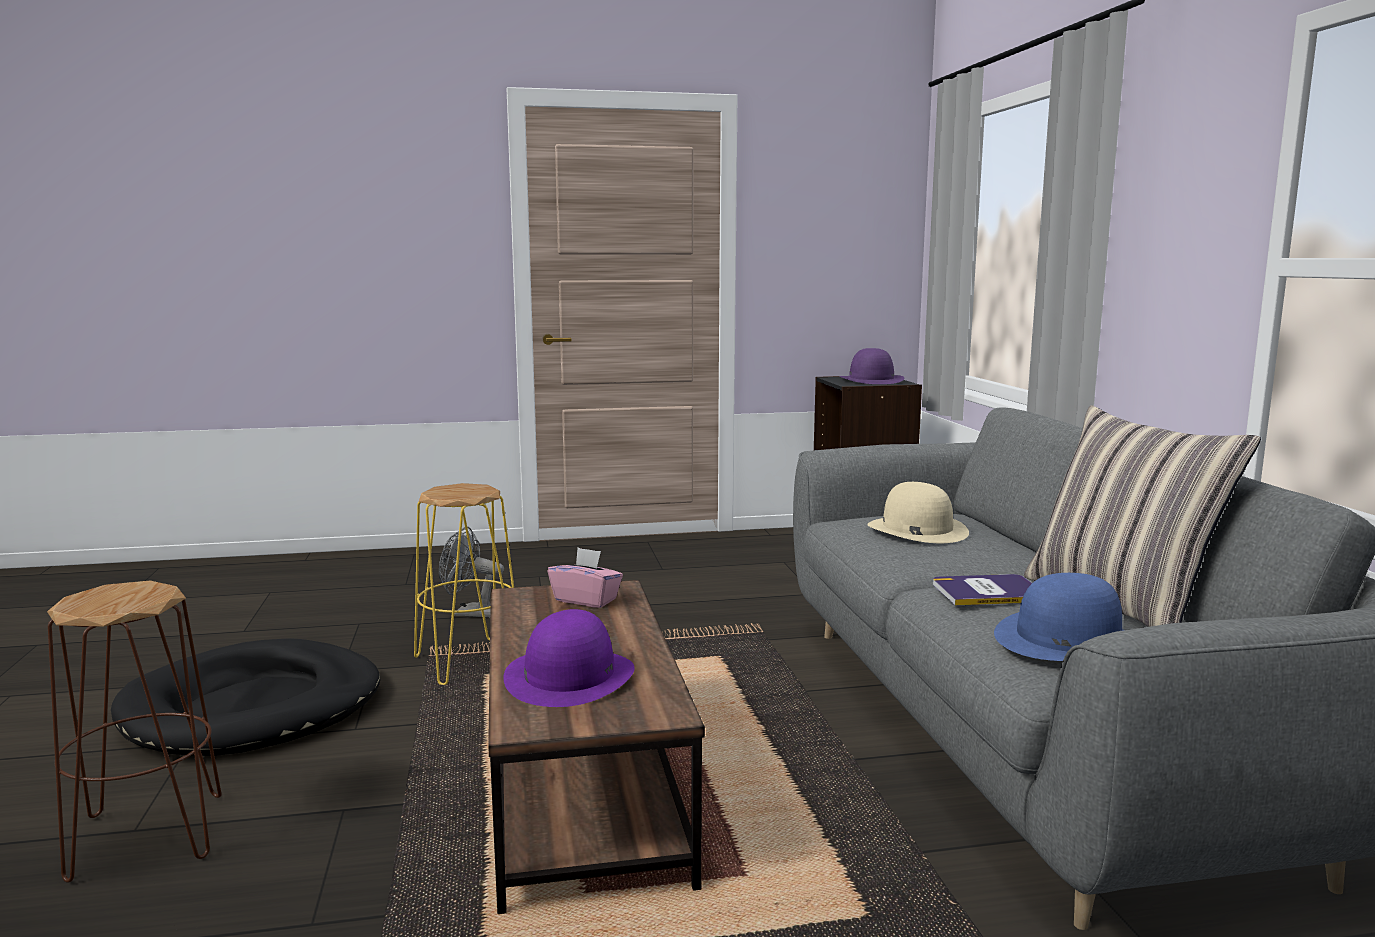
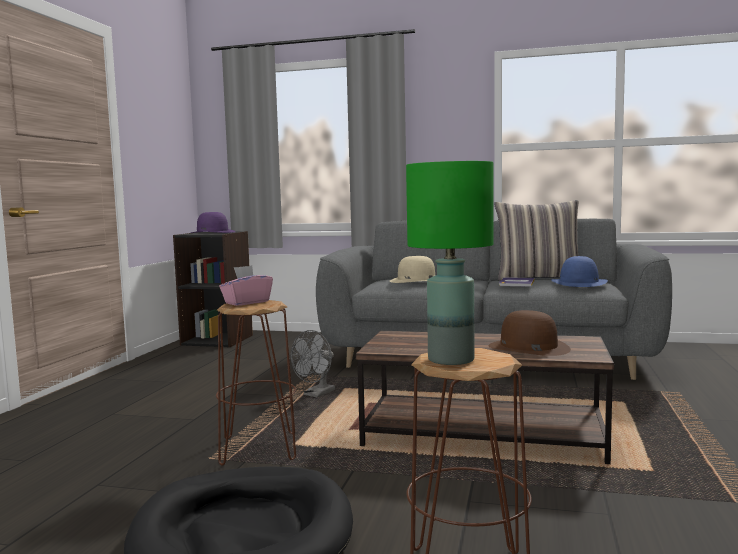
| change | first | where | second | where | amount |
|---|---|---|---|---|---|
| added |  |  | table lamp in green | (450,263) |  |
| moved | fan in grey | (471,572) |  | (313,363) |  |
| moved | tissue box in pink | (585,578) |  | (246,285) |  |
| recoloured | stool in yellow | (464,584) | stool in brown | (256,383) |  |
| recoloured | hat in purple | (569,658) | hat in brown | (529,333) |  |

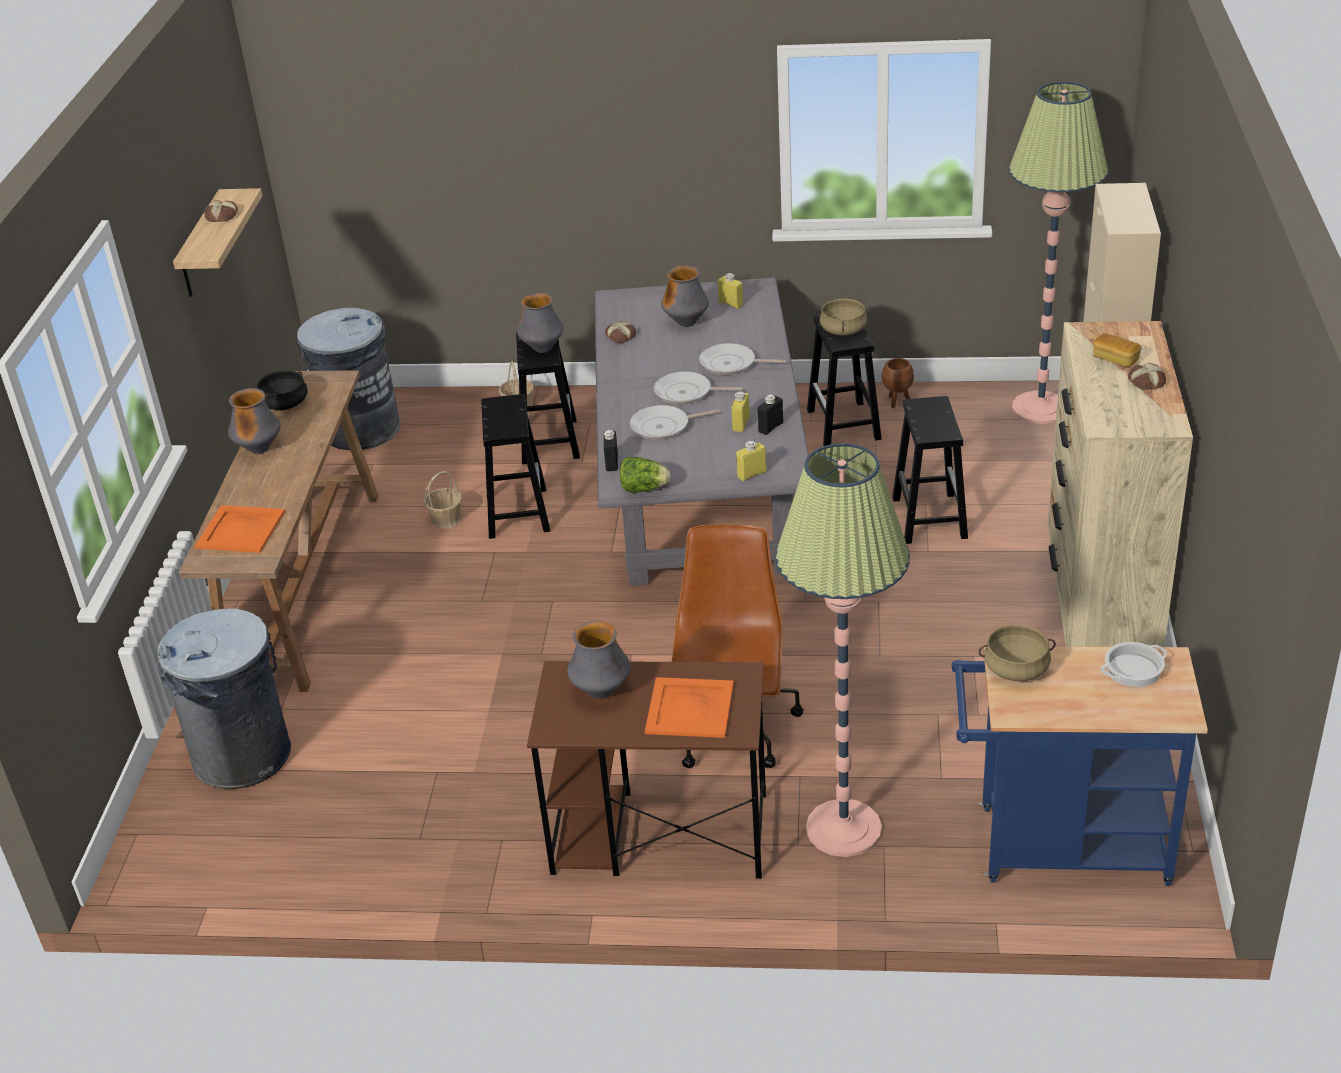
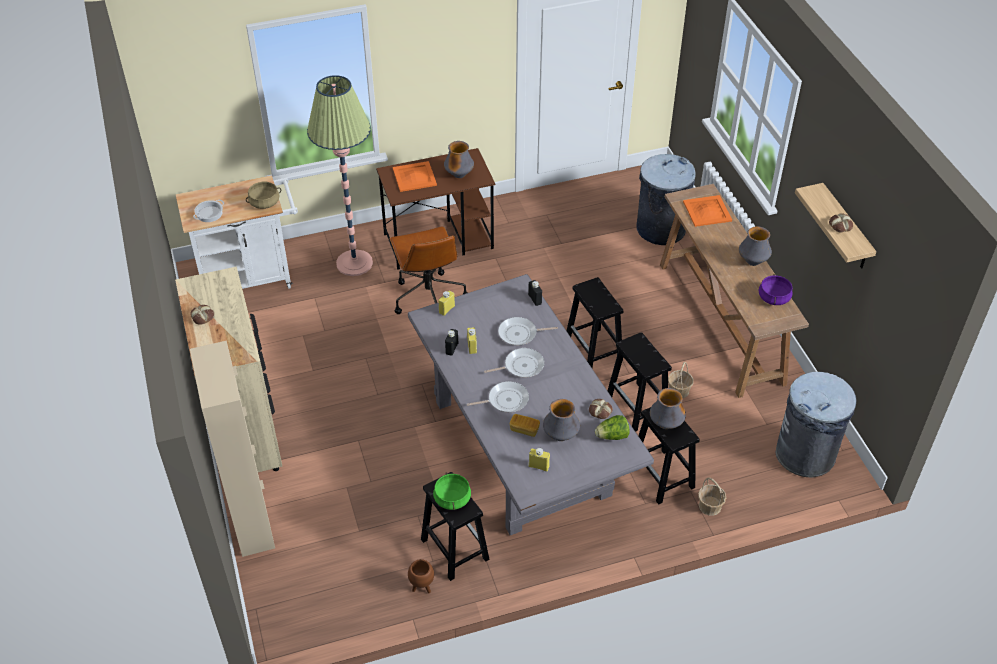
| change | first | where | second | where | amount |
|---|---|---|---|---|---|
| removed | floor lamp | (1058,253) |  |  |  |
| moved | lettuce | (645,475) |  | (612,427) |  |
| moved | stool in black | (930,470) |  | (595,322) |  |
| moved | bread | (1117,350) |  | (525,425) |  |
| recoloured | cooking pot in black | (282,390) | cooking pot in purple | (775,289) |  |
| recoloured | cooking pot in beige | (843,317) | cooking pot in green | (452,491) |  |
| recoloured | cart in blue | (1080,766) | cart in white | (237,232) |  |
| turned | frying pan | (674,422) |  | (528,331) | 150 degrees counterclockwise |

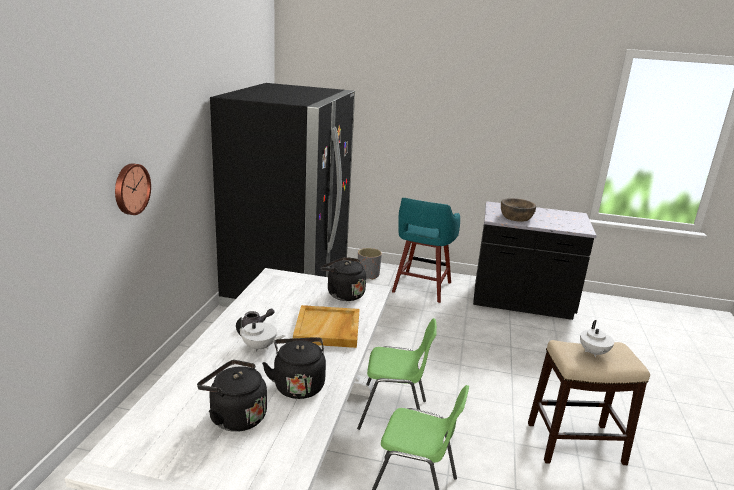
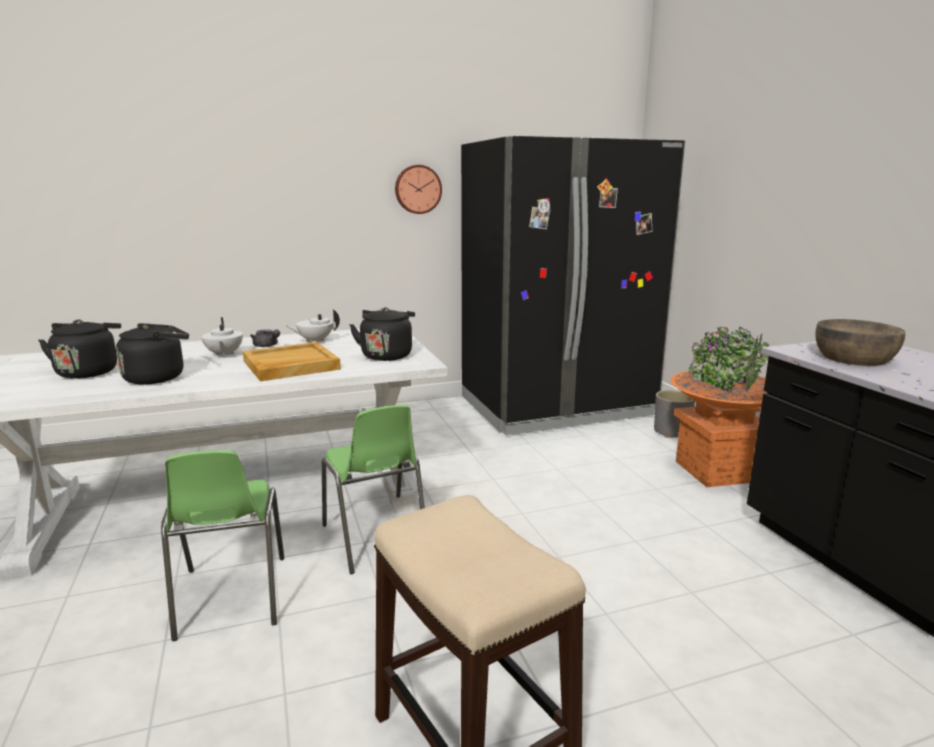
| change | first | where | second | where | amount |
|---|---|---|---|---|---|
| moved | wall clock | (133,189) |  | (418,189) |  |
| moved | teapot in white | (597,338) |  | (312,326) |  |
| replaced | stool in turquoise | (426,250) | planter in orange | (719,407) |  |

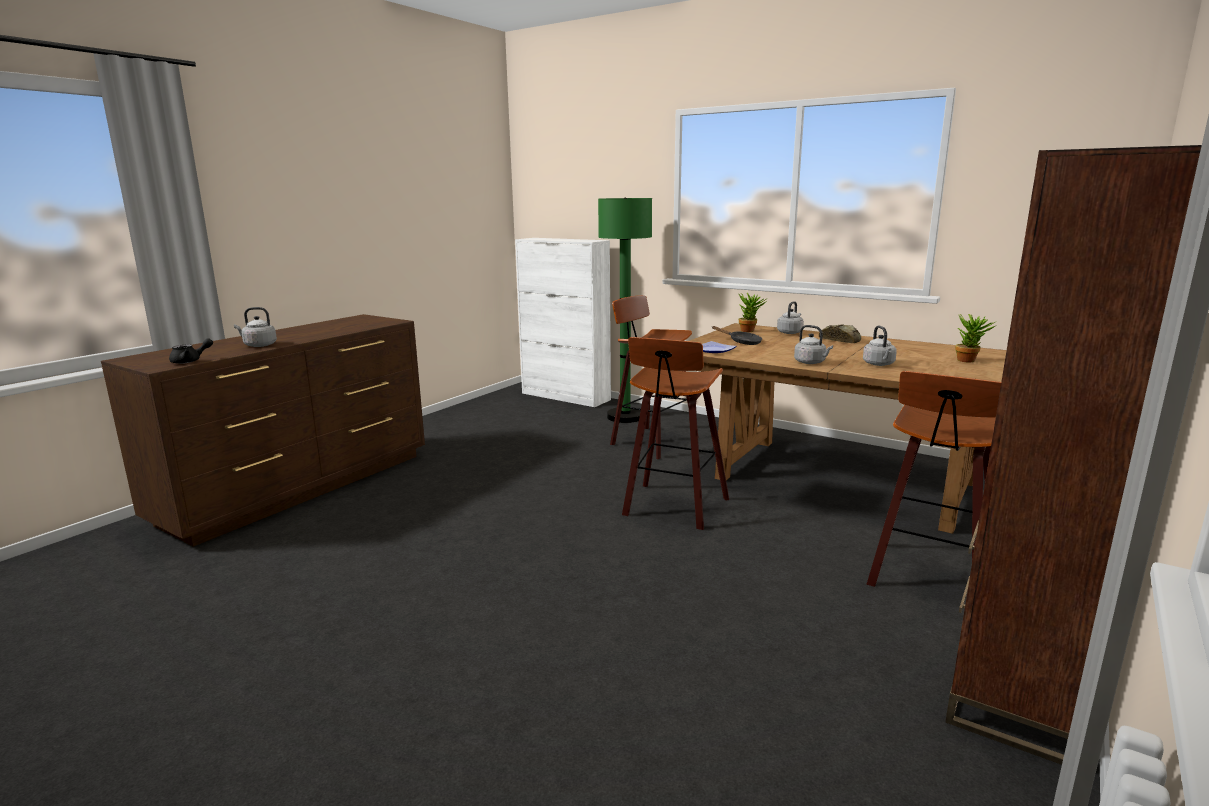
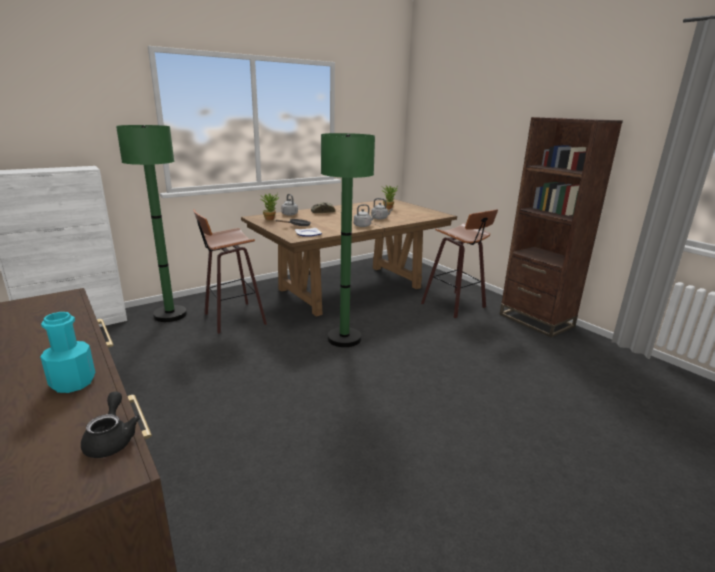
| change | first | where | second | where | amount |
|---|---|---|---|---|---|
| replaced | kettle in grey | (255,327) | bottle in turquoise | (68,352) |  |
| replaced | stool | (675,433) | floor lamp in green | (348,240) |  |

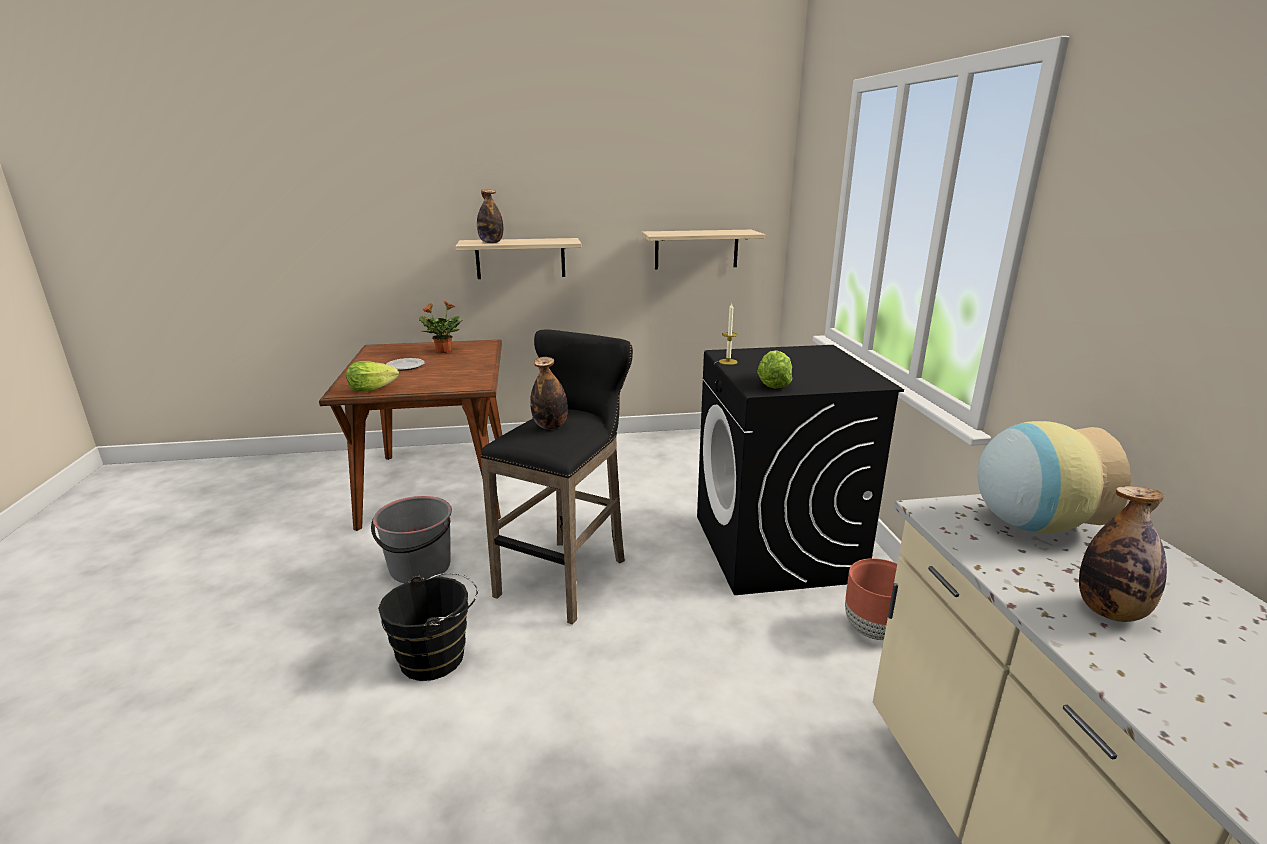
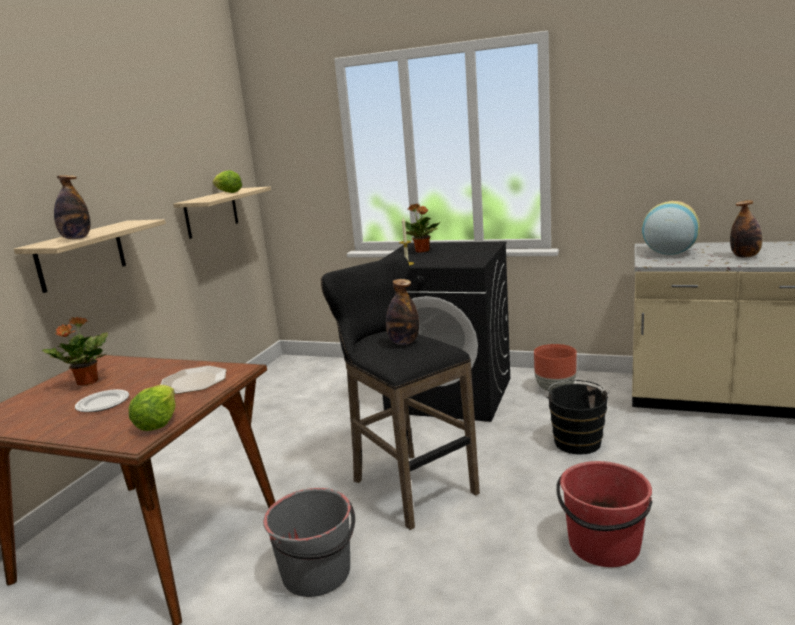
| change | first | where | second | where | amount |
|---|---|---|---|---|---|
| added |  |  | plate | (193,380) |  |
| added |  |  | potted plant | (422,228) |  |
| added |  |  | bucket in red | (604,514) |  |
| moved | bucket in black | (428,627) |  | (577,417) |  |
| moved | lettuce | (774,369) |  | (227,181) |  |

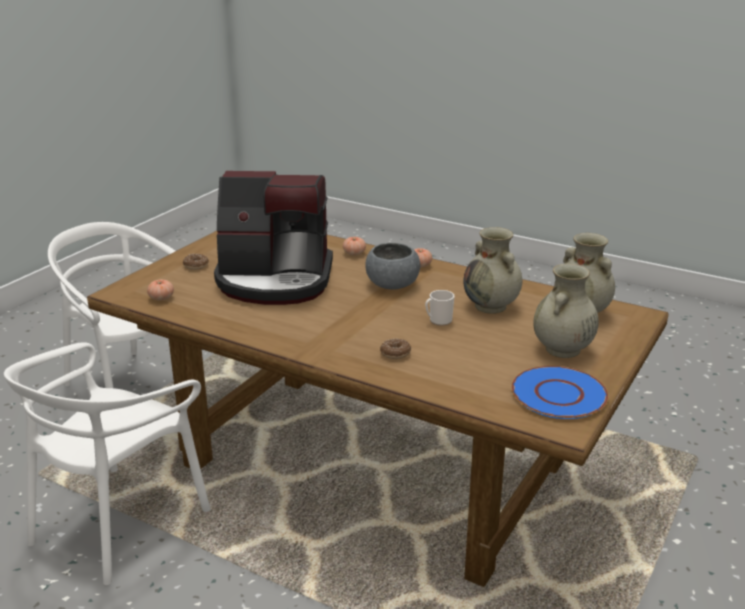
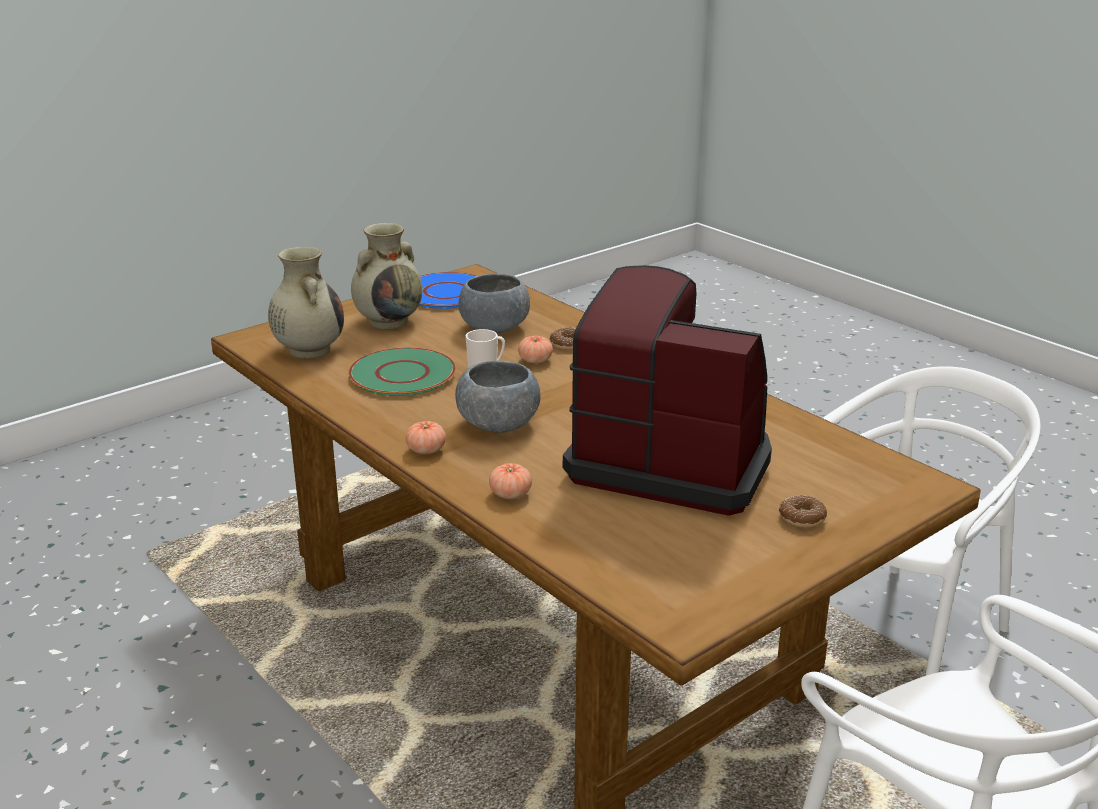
| change | first | where | second | where | amount |
|---|---|---|---|---|---|
| added |  |  | bowl in grey | (494,303) |  |
| moved | tomato | (160,290) |  | (535,350) |  |
| replaced | vase in beige | (493,270) | plate in green | (402,371) |  |

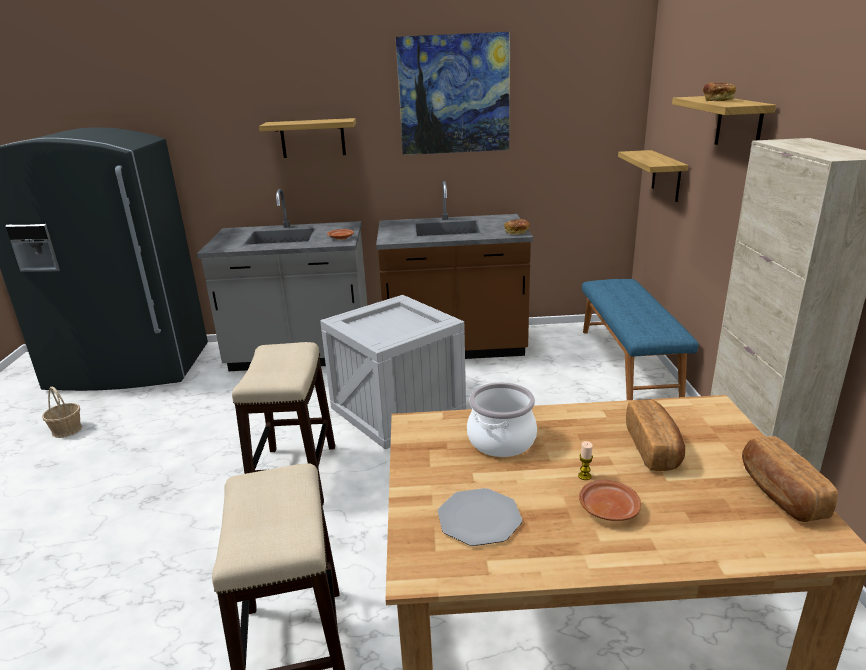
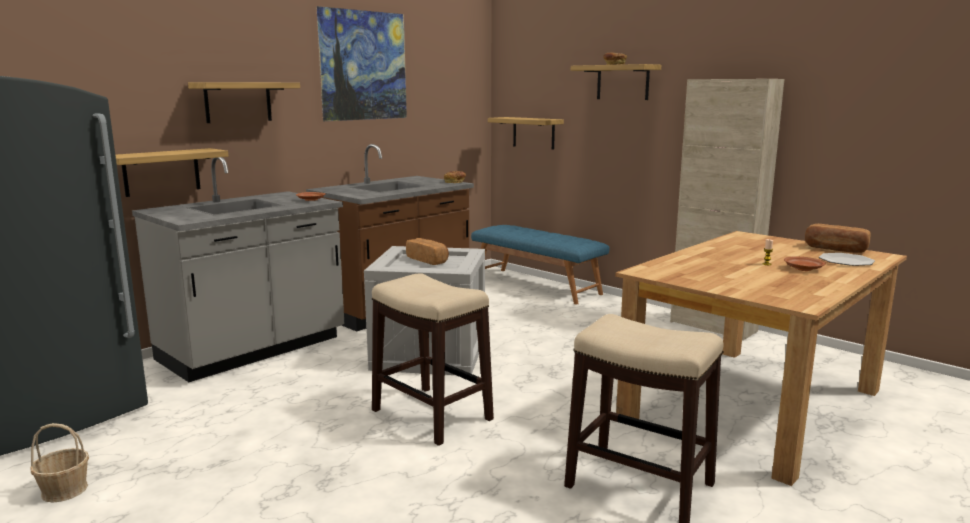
| change | first | where | second | where | amount |
|---|---|---|---|---|---|
| removed | cooking pot | (502,419) |  |  |  |
| added |  |  | shelf | (172,172) |  |
| moved | plate | (480,517) |  | (847,259) |  |
| moved | bread | (655,435) |  | (427,251) |  |

